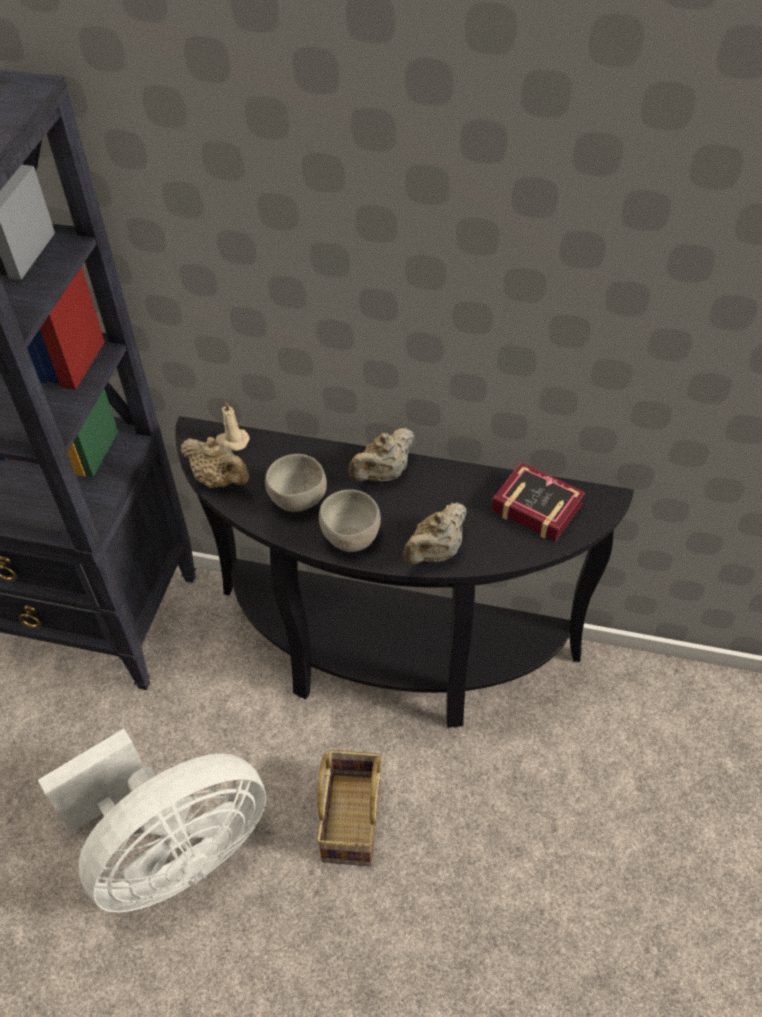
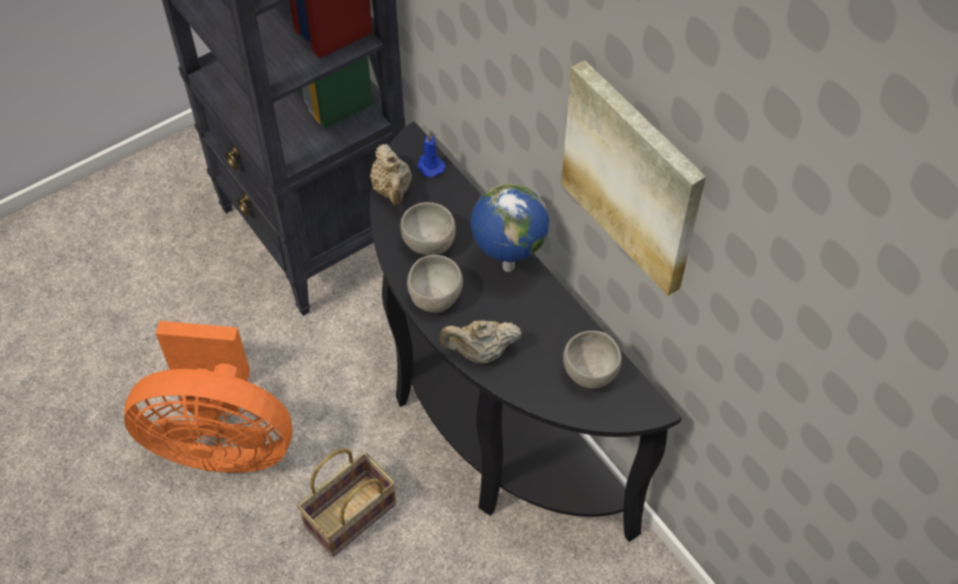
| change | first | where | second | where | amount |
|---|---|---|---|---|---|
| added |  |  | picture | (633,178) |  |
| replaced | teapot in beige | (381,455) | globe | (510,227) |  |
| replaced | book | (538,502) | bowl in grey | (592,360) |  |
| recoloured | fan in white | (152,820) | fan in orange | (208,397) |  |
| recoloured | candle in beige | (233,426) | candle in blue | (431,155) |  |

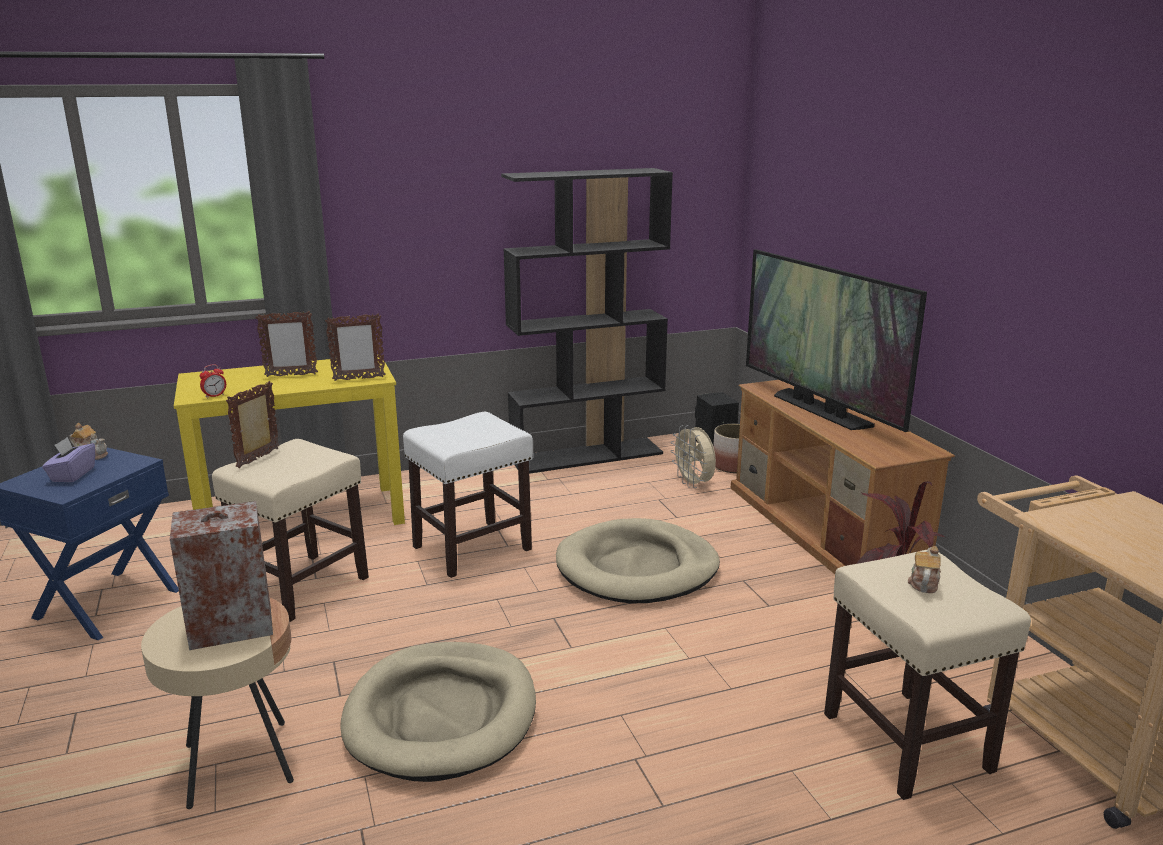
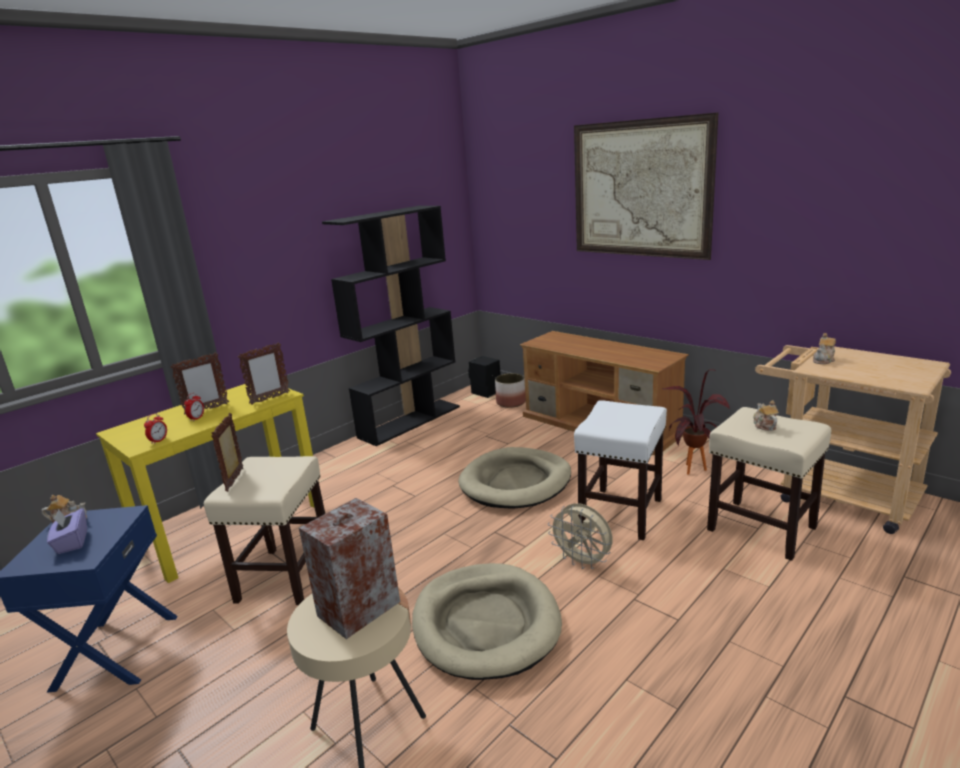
| change | first | where | second | where | amount |
|---|---|---|---|---|---|
| removed | television | (836,340) |  |  |  |
| added |  |  | alarm clock | (194,407) |  |
| added |  |  | picture | (646,186) |  |
| added |  |  | teapot | (824,348) |  |
| moved | stool in white | (468,495) |  | (620,470) |  |
| moved | fan in beige | (693,456) |  | (580,536) |  |

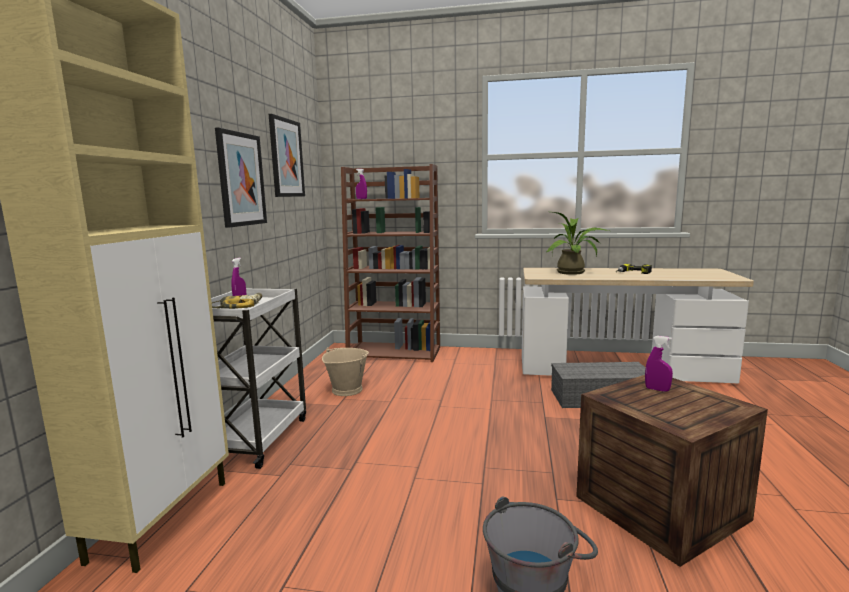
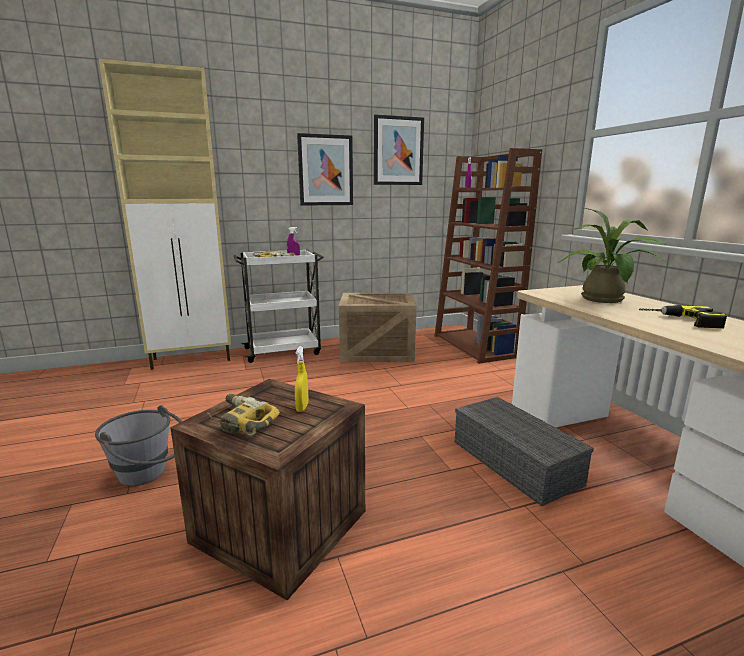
| change | first | where | second | where | amount |
|---|---|---|---|---|---|
| added |  |  | power drill | (243,415) |  |
| replaced | bucket in beige | (345,371) | crate | (377,327) |  |
| recoloured | spray bottle in purple | (659,364) | spray bottle in yellow | (301,379) |  |

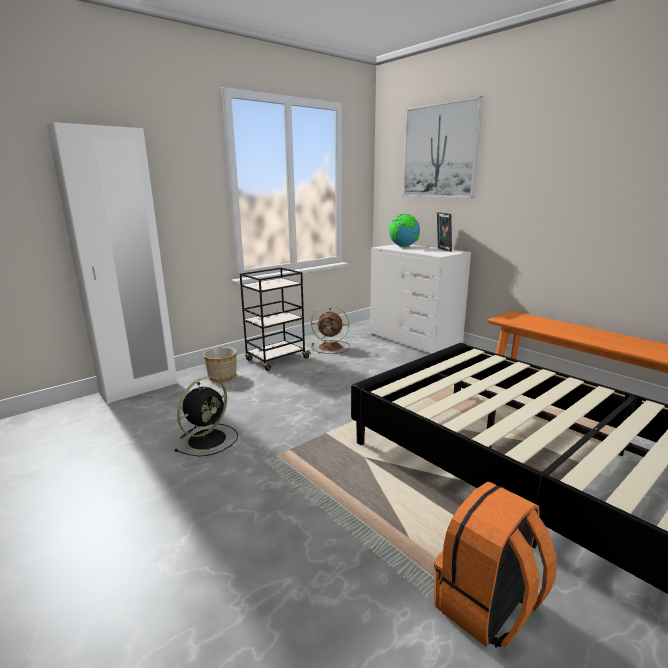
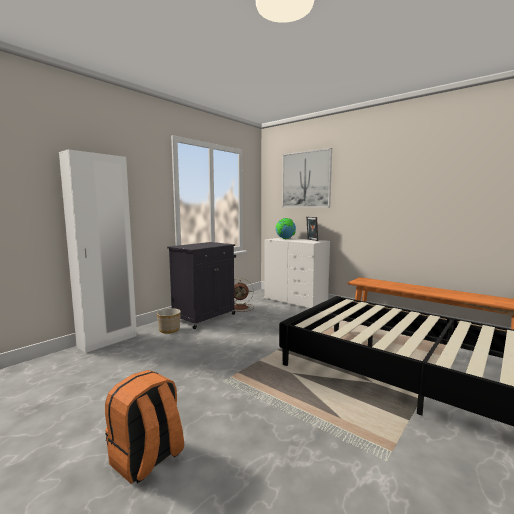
| change | first | where | second | where | amount |
|---|---|---|---|---|---|
| removed | fan in black | (206,417) |  |  |  |
| moved | backpack in orange | (495,565) |  | (144,427) |  |
| replaced | cart in black | (275,319) | cabinet in black | (201,285) |  |

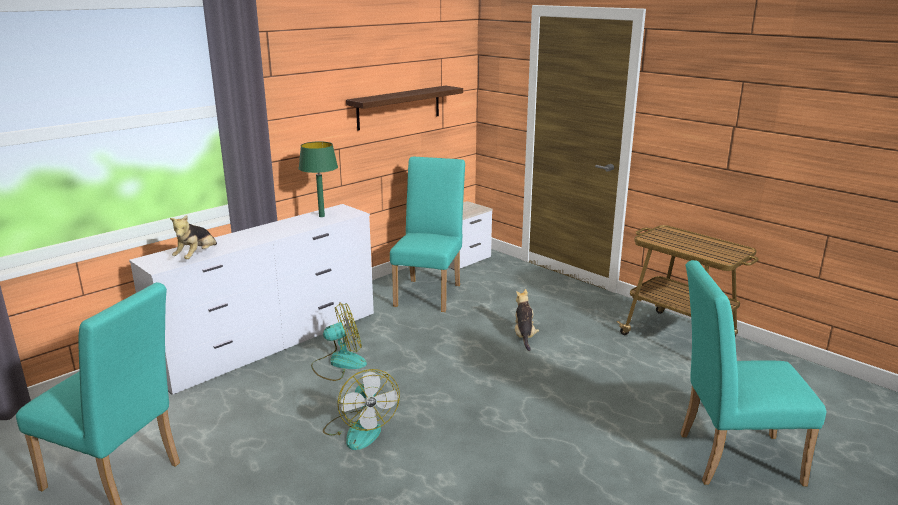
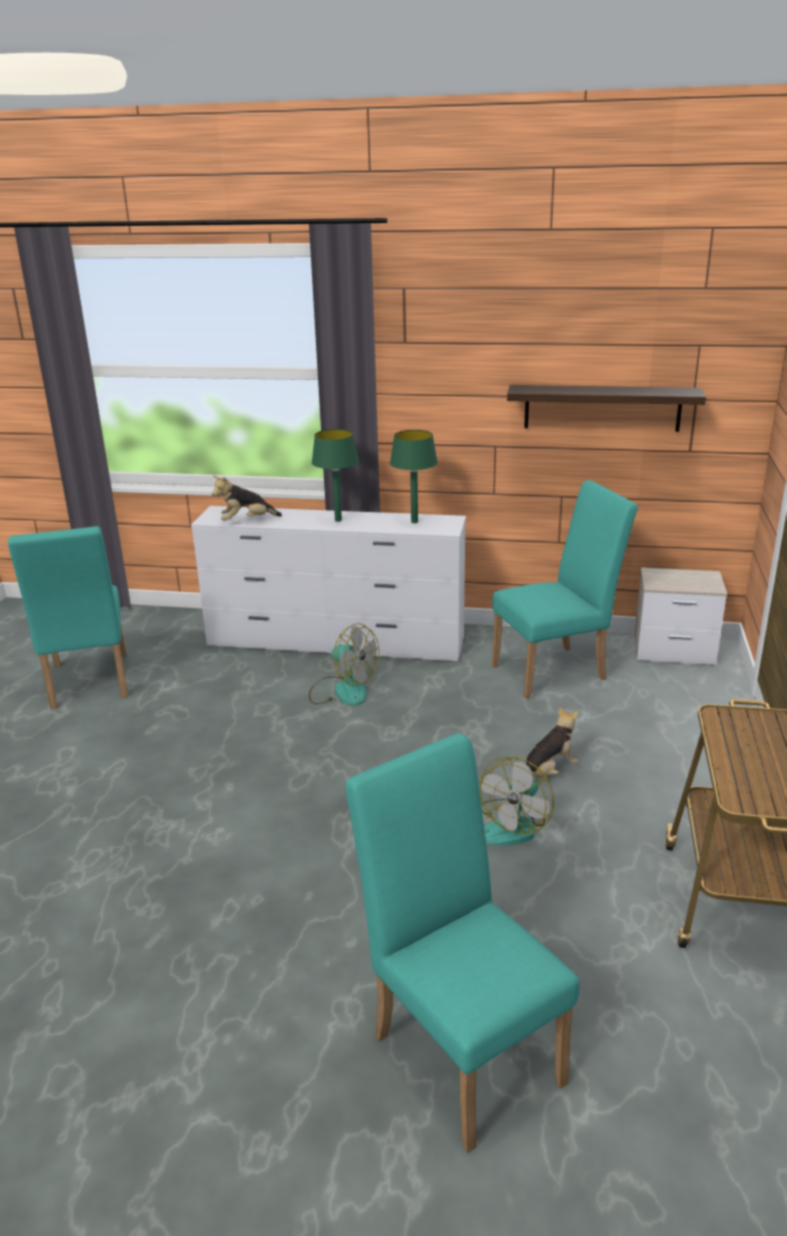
| change | first | where | second | where | amount |
|---|---|---|---|---|---|
| added |  |  | table lamp in green | (335,475) |  |
| moved | fan | (361,409) |  | (517,801) |  |

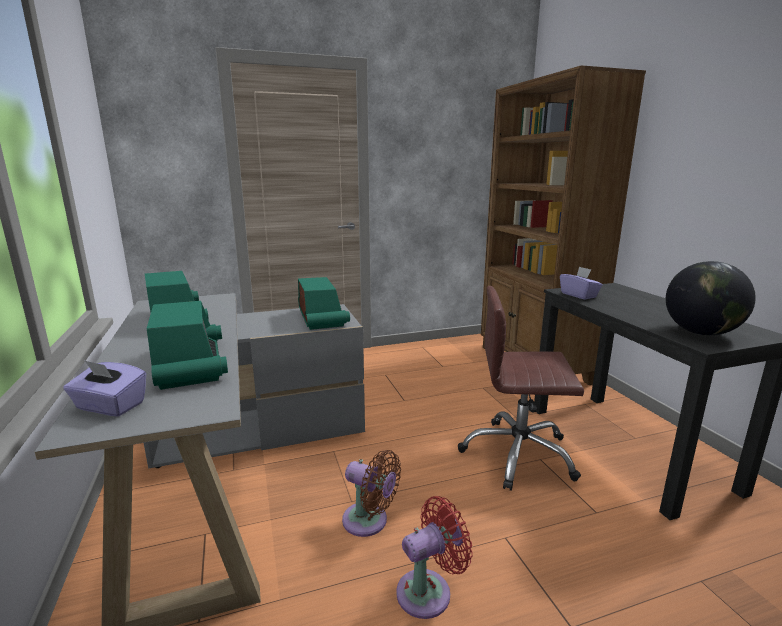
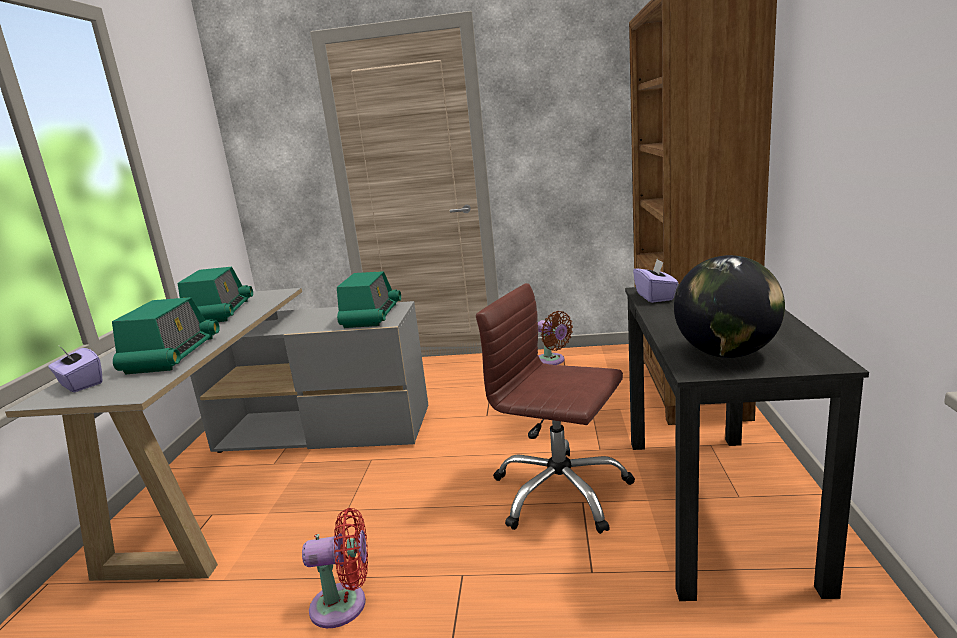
| change | first | where | second | where | amount |
|---|---|---|---|---|---|
| moved | fan in brown | (371,493) |  | (555,338) |  |

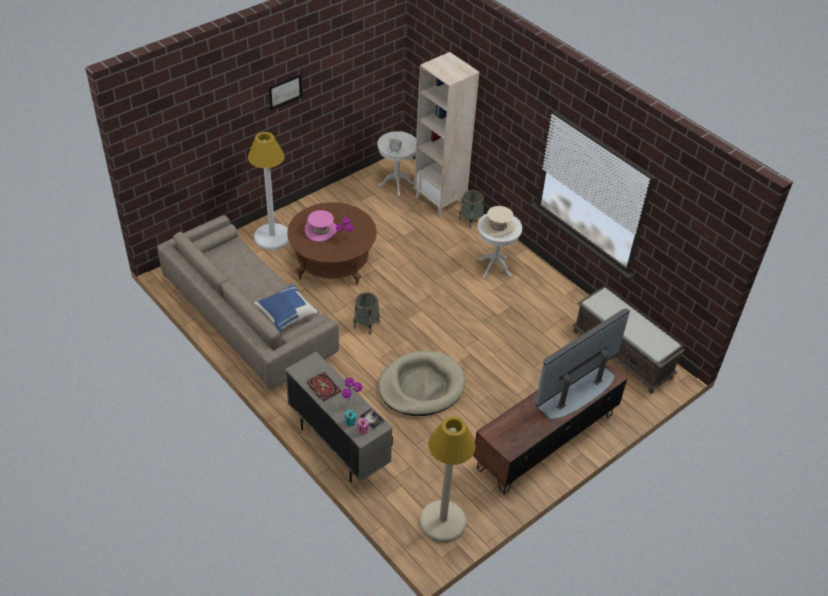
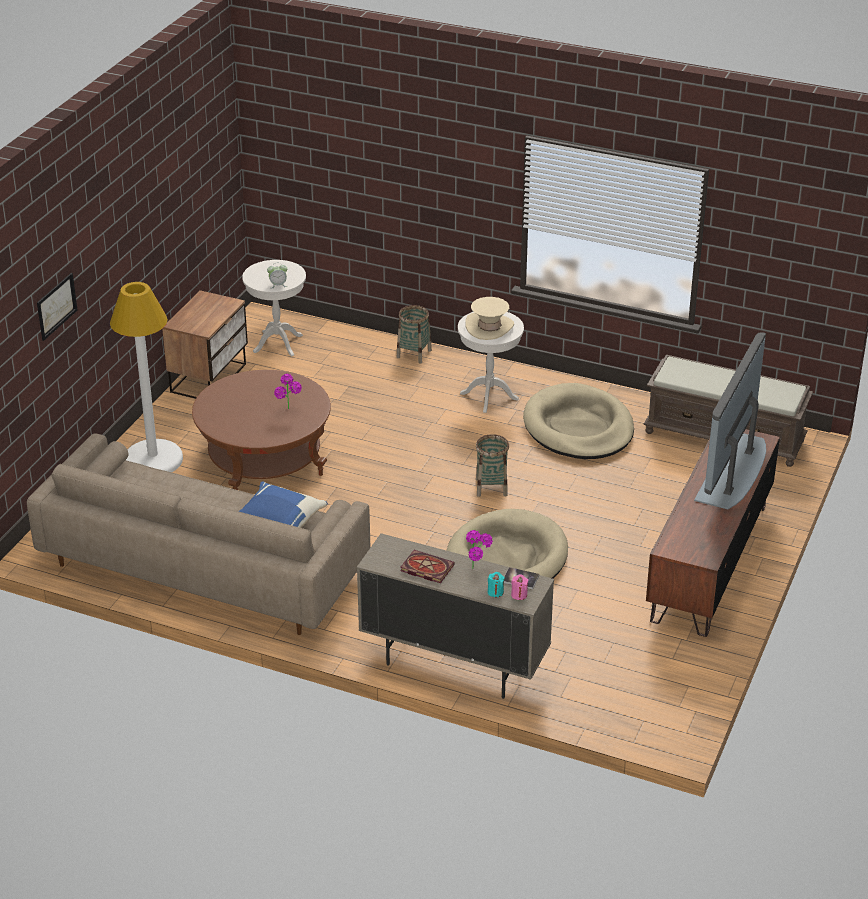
| change | first | where | second | where | amount |
|---|---|---|---|---|---|
| removed | hat in pink | (321,226) |  |  |  |
| removed | bookcase in beige | (446,134) |  |  |  |
| removed | floor lamp in beige | (448,479) |  |  |  |
| added |  |  | nightstand | (205,344) |  |
| added |  |  | dog bed in beige | (578,421) |  |
| moved | picture | (286,92) |  | (57,307) |  |
| moved | basket | (366,313) |  | (492,465) |  |

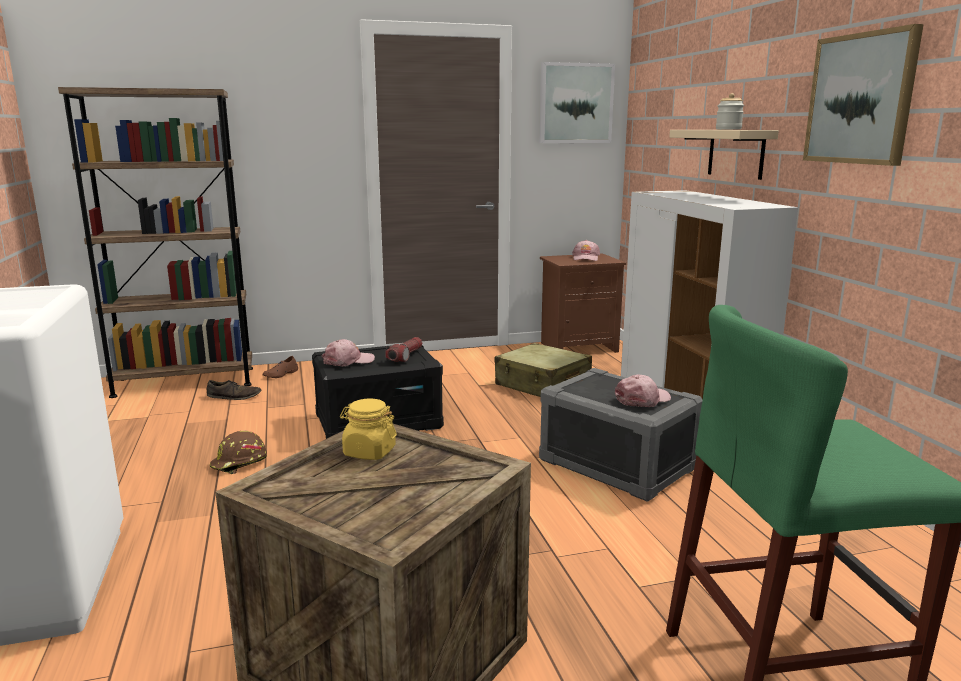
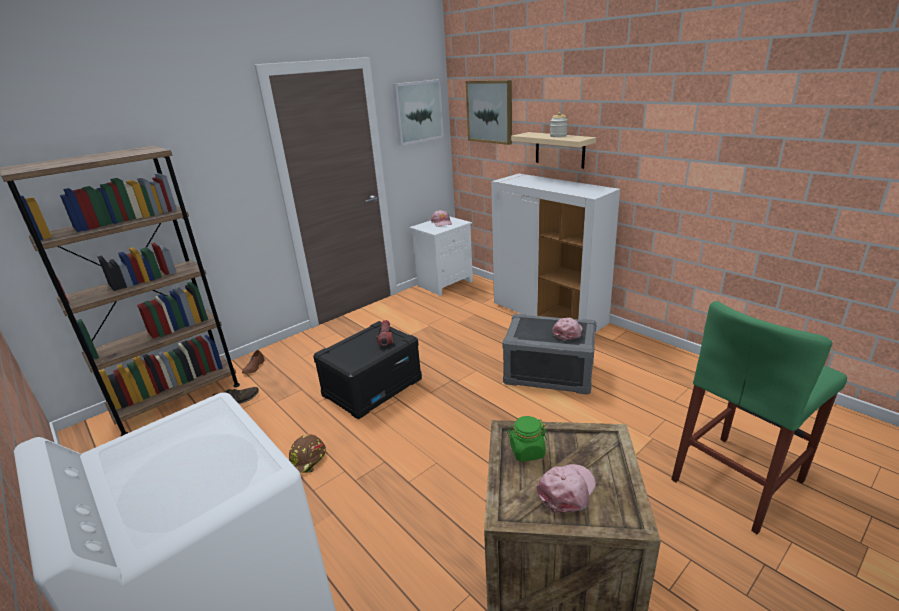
| change | first | where | second | where | amount |
|---|---|---|---|---|---|
| removed | suitcase in beige | (543,370) |  |  |  |
| moved | cap in pink | (348,352) |  | (566,489) |  |
| moved | picture | (863,95) |  | (489,112) |  |
| recoloured | jar in yellow | (368,429) | jar in green | (527,439) |  |
| recoloured | nightstand in brown | (583,303) | nightstand in white | (441,256) |  |

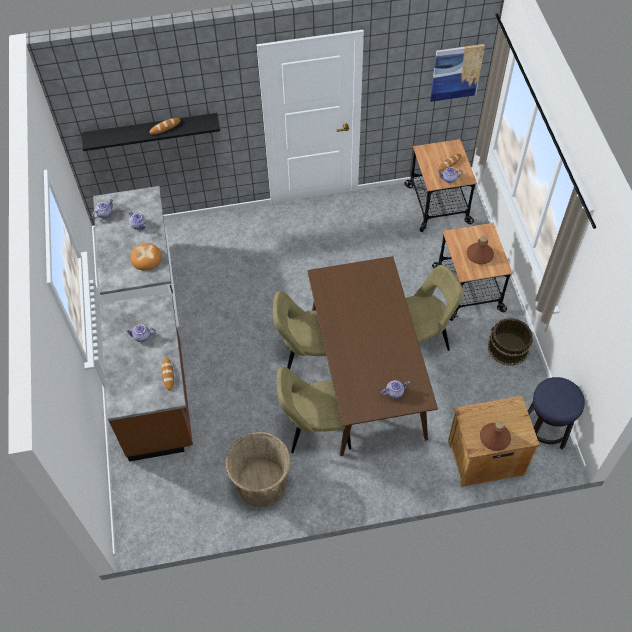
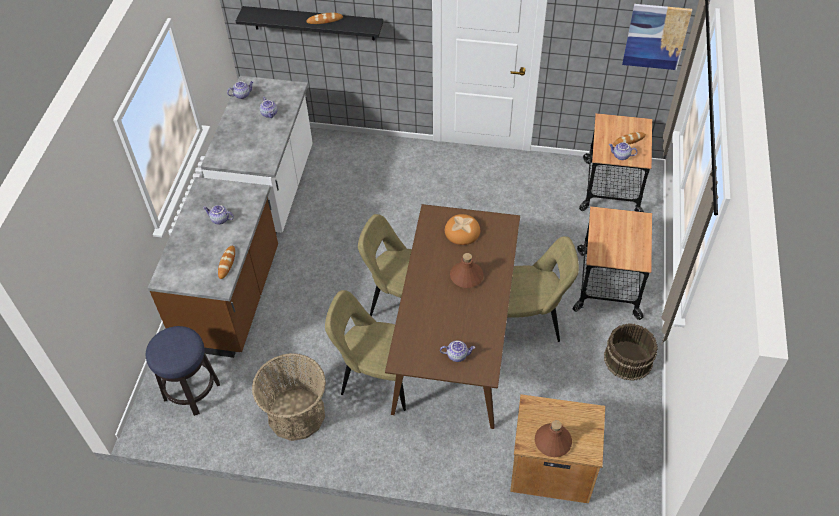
| change | first | where | second | where | amount |
|---|---|---|---|---|---|
| moved | bread | (146,257) |  | (462,229) |  |
| moved | bottle in brown | (480,250) |  | (467,270) |  |
| moved | stool | (556,413) |  | (183,371) |  |

